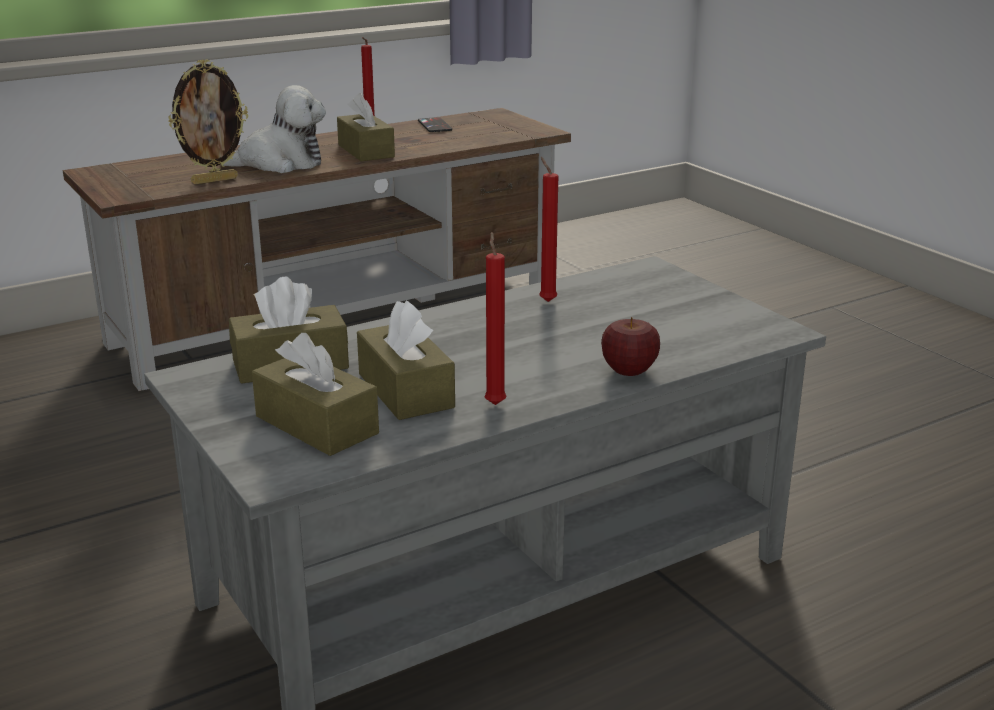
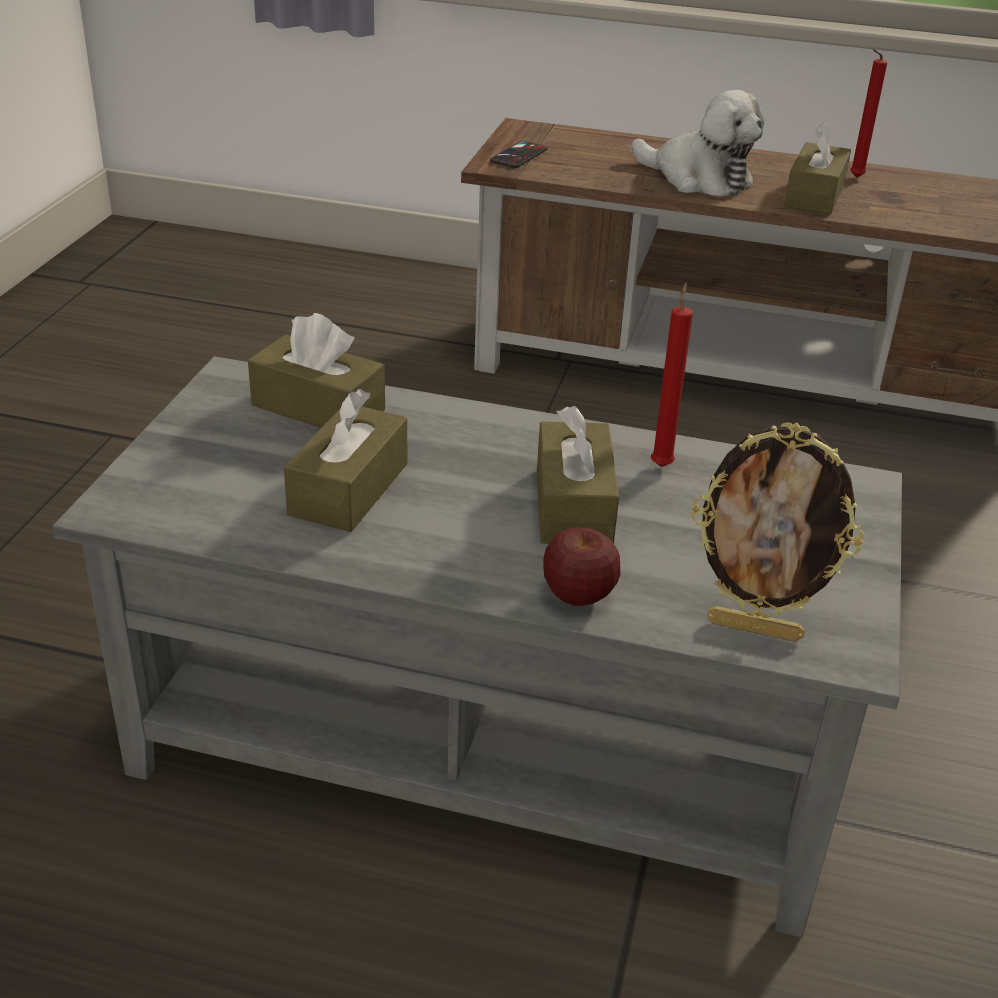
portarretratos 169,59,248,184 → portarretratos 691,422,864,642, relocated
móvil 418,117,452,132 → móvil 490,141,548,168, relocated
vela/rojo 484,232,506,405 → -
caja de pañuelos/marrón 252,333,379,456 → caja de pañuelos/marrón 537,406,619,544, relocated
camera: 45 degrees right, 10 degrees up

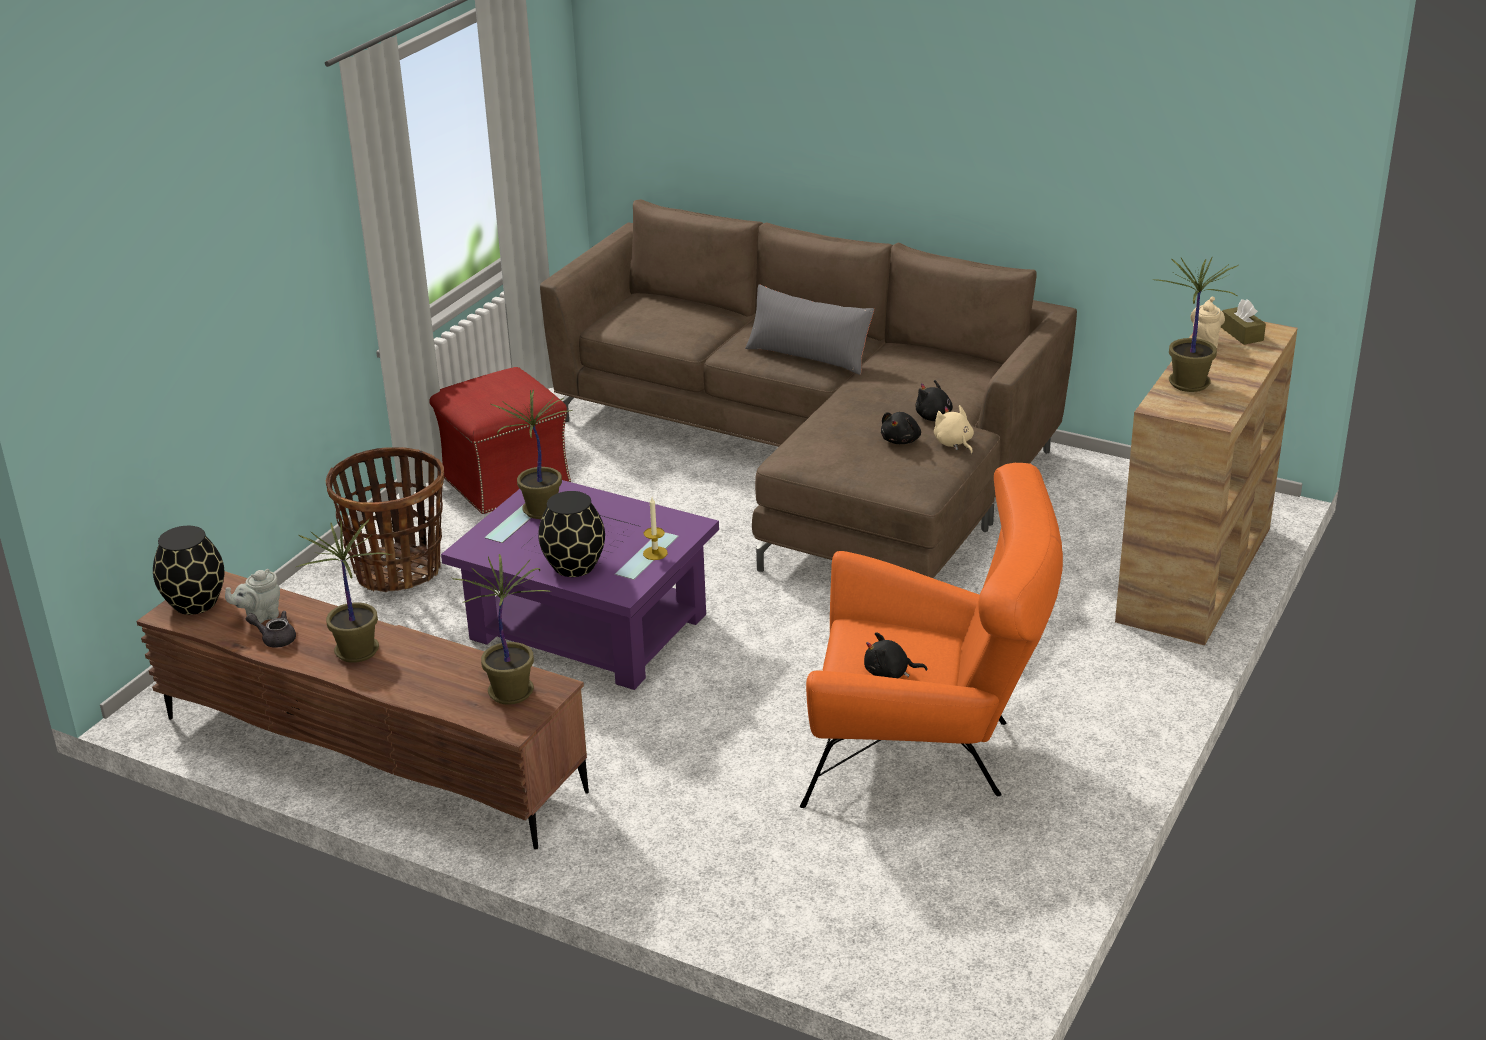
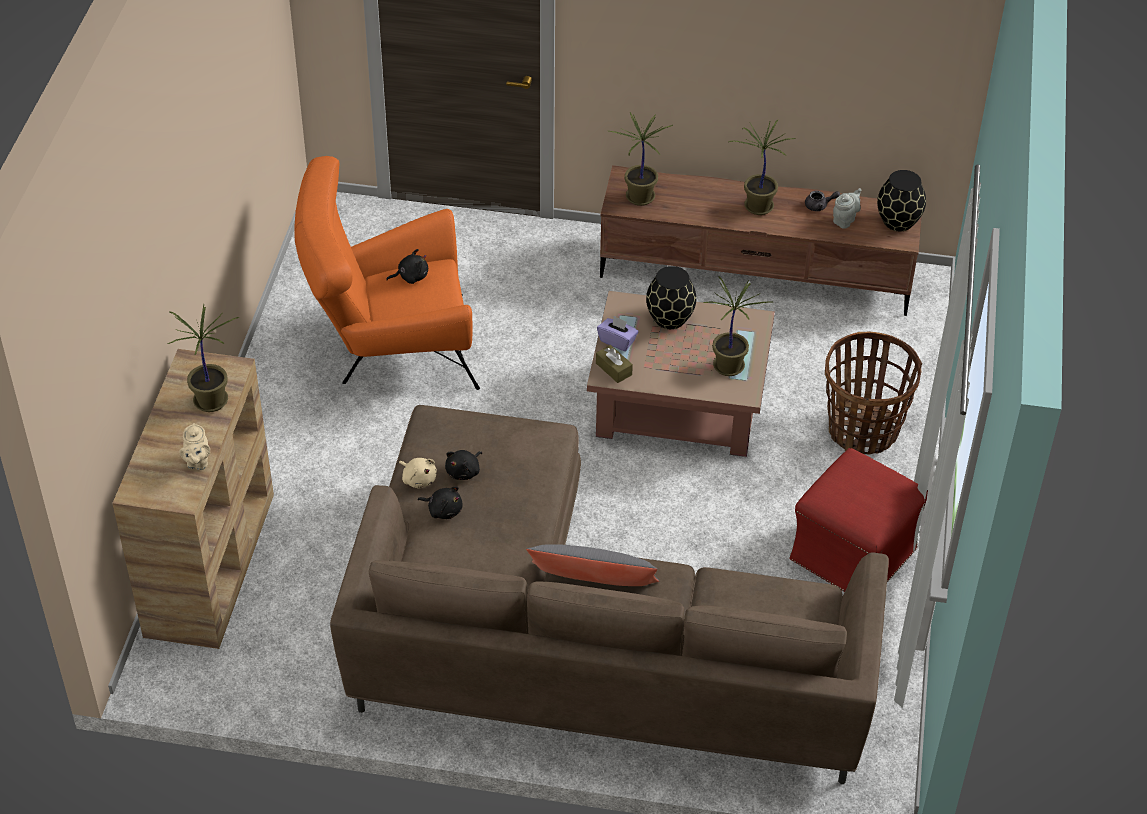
caja de pañuelos/marrón 1221,299,1266,345 → caja de pañuelos/marrón 596,345,633,383, relocated
peluche/negro 881,412,921,444 → peluche/negro 445,450,482,480, 150 degrees counterclockwise
mesa de centro/morado 441,480,719,690 → mesa de centro/marrón 587,291,775,457
vela 643,497,668,560 → caja de pañuelos/morado 597,316,638,351
camera: 160 degrees right, 15 degrees up

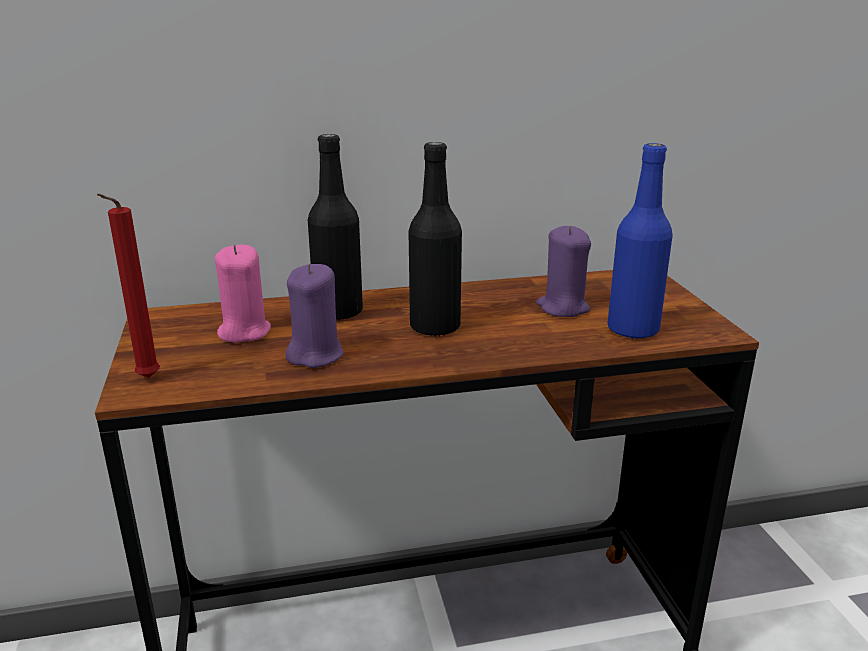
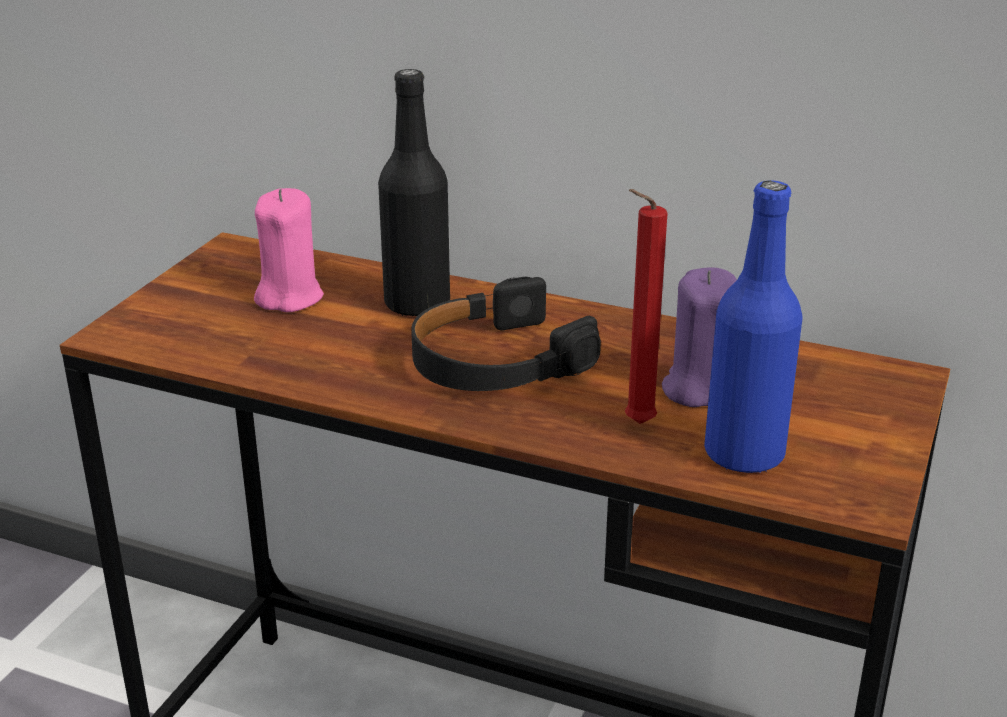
botella/negro 408,142,462,337 → auriculares/negro 411,277,601,391
vela/rojo 97,194,160,378 → vela/rojo 625,189,668,424, relocated
vela/morado 285,264,344,368 → -
camera: 35 degrees right, 5 degrees up

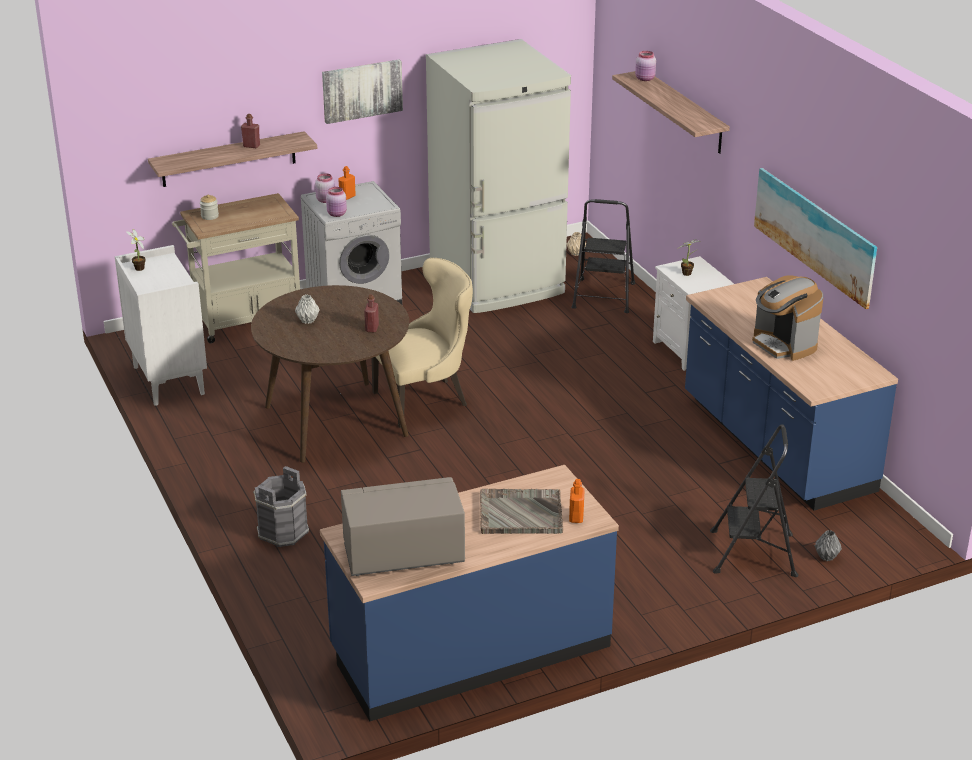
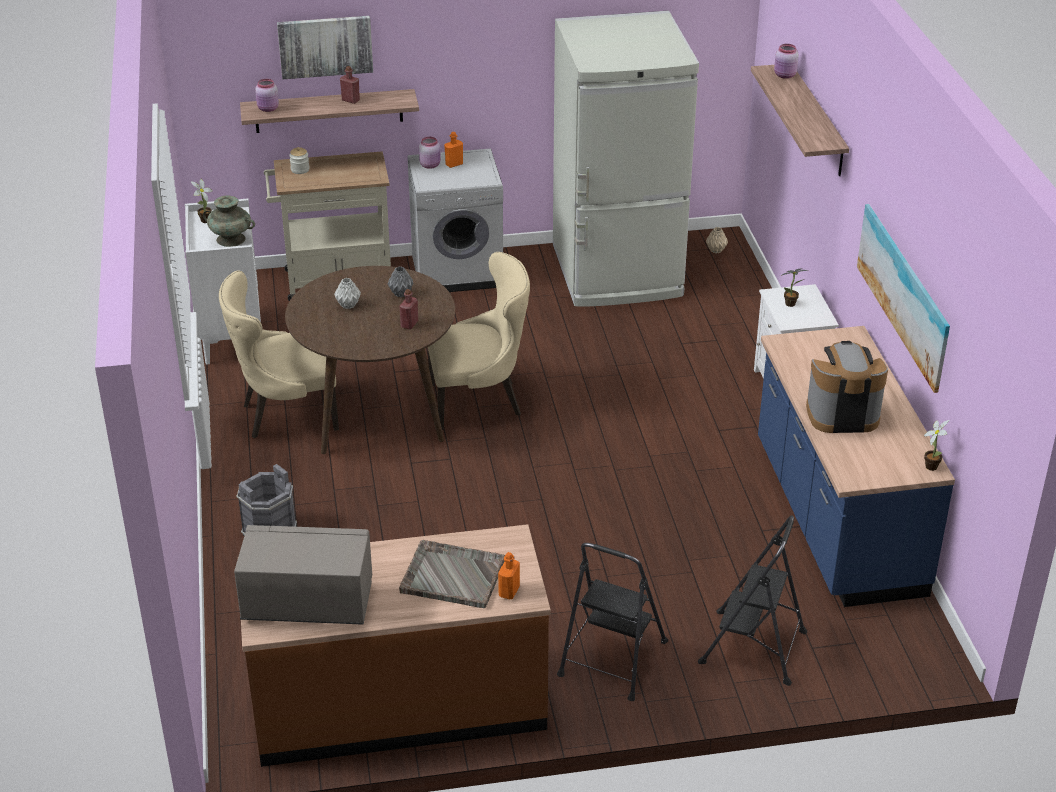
cuadro 322,59,403,124 → cuadro 277,16,373,79, relocated
tarro/rosa 326,187,347,217 → tarro/rosa 255,79,279,112, relocated
escalera de tijera/negro 571,199,636,313 → escalera de tijera/negro 557,543,668,701, relocated
cafetera 752,275,824,361 → cafetera 806,341,888,433, 105 degrees clockwise
mueble bajo de cocina/azul 320,465,619,721 → mueble bajo de cocina/marrón 241,524,551,767
florero/gris 815,530,842,561 → florero/gris 388,267,414,297, relocated
- → florero/turquesa 203,195,255,247
- → silla/beis 219,270,339,438
- → planta en maceta 924,420,950,471
camera: 15 degrees right, 5 degrees up

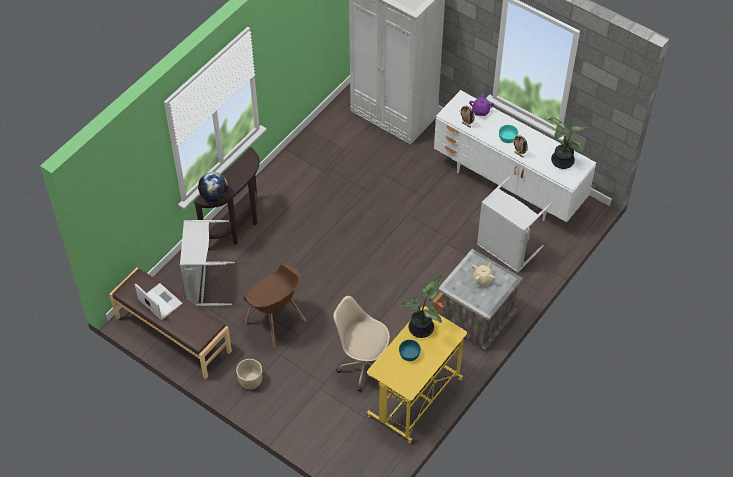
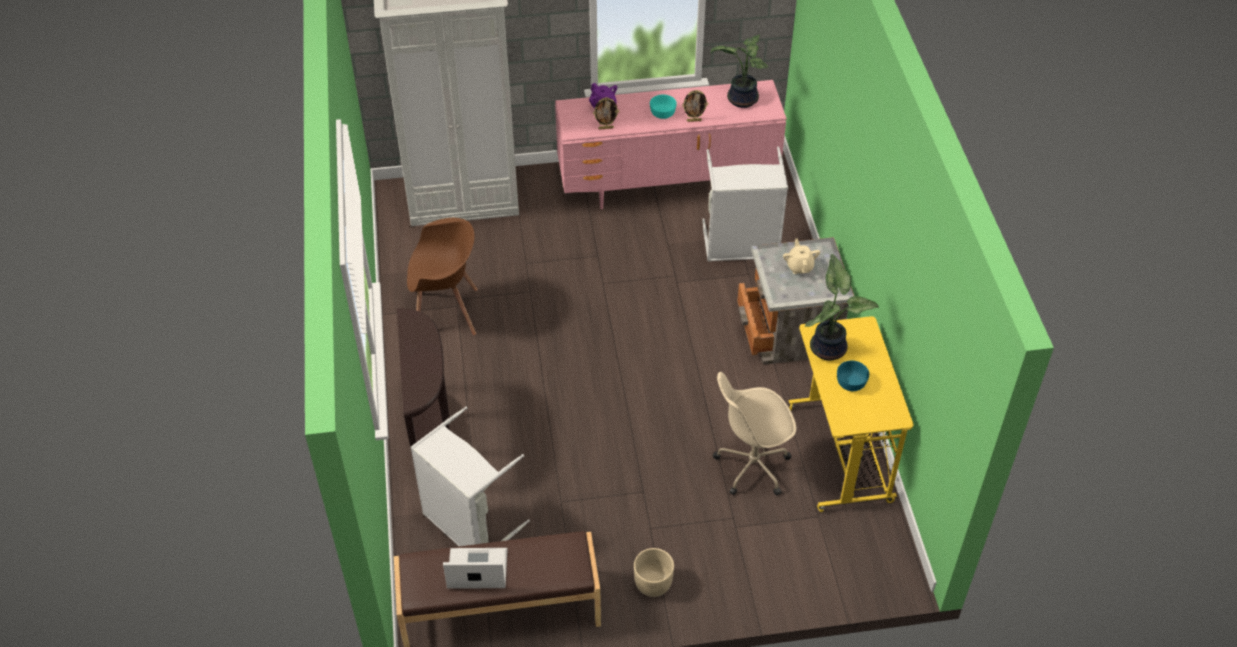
cómoda/blanco 434,90,596,222 → cómoda/rosa 555,80,787,209
globo terráqueo 198,172,228,202 → -
silla/marrón 243,264,306,348 → silla/marrón 407,218,478,335, relocated
camera: 45 degrees left, 5 degrees down

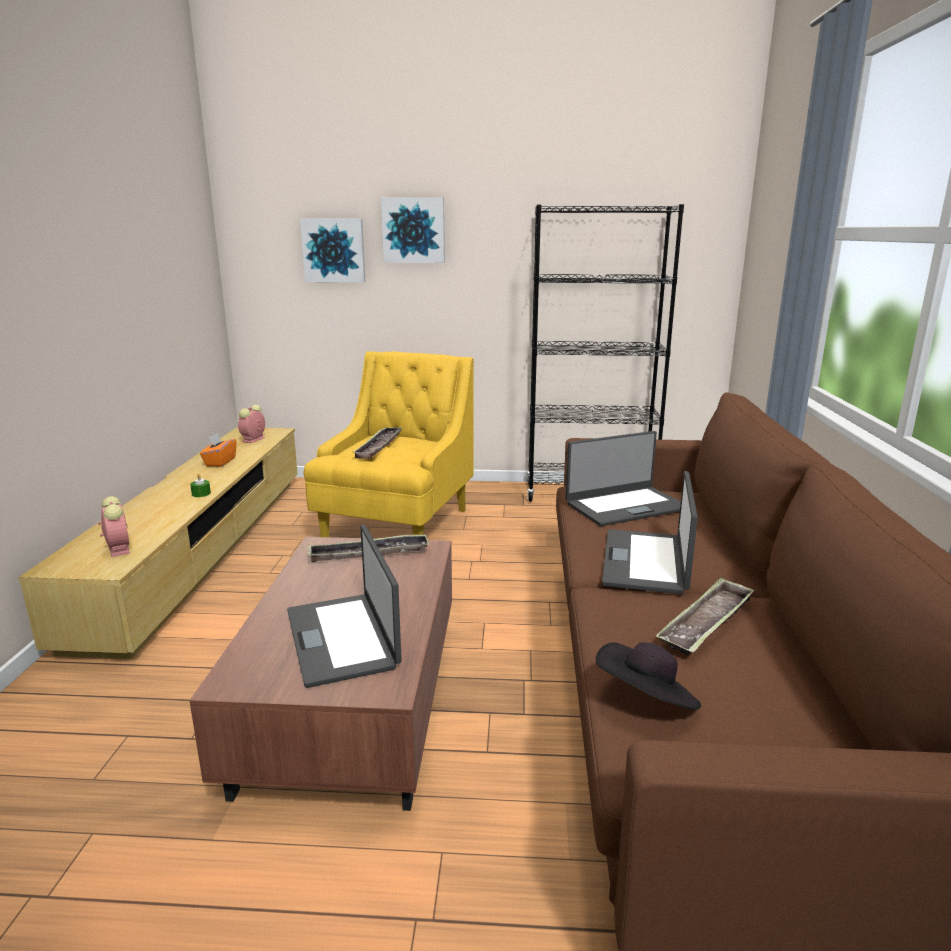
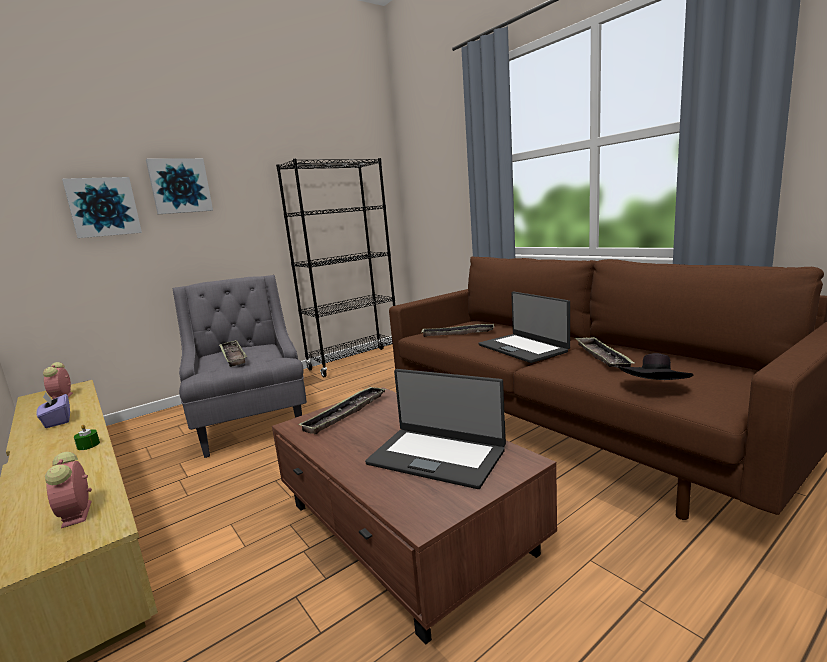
sillón/amarillo 304,351,474,537 → sillón/gris 173,275,307,458
portátil 566,431,681,526 → bandeja 421,324,494,337
caja de pañuelos/naranja 200,433,236,467 → caja de pañuelos/morado 36,392,70,428
despertador 98,496,130,557 → despertador 45,452,92,528, 135 degrees counterclockwise
camera: 40 degrees left, 5 degrees down

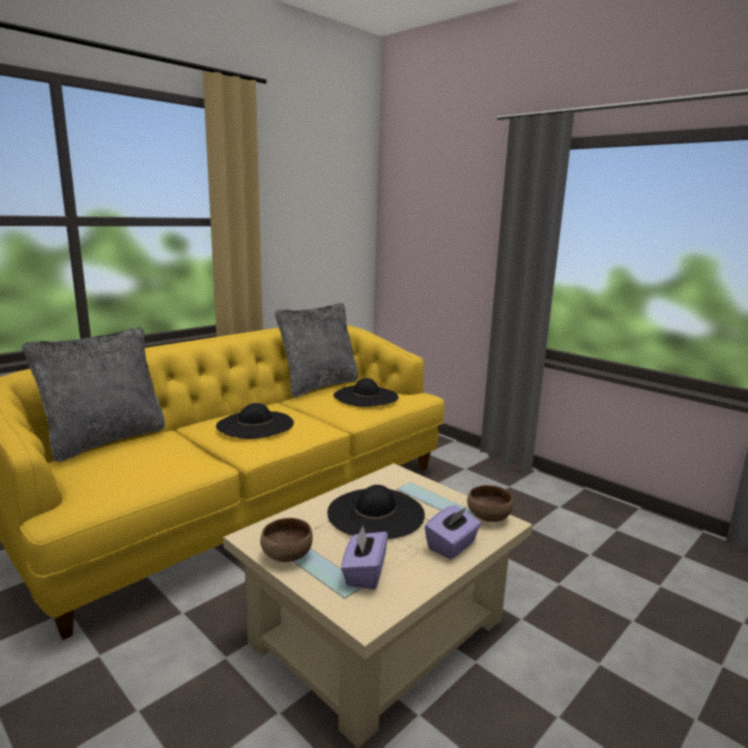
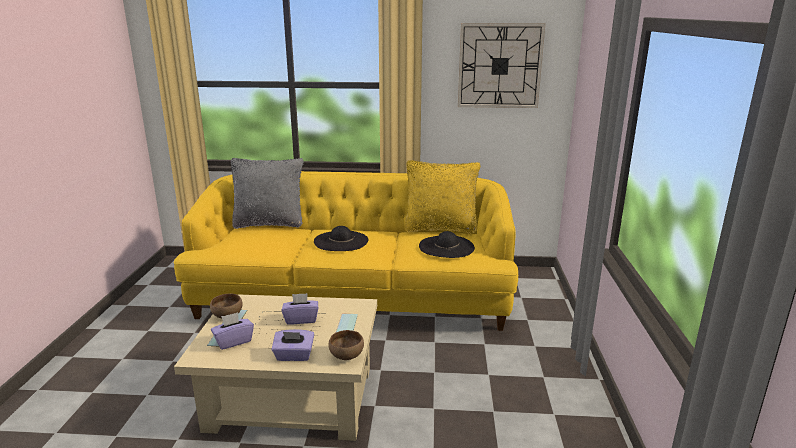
cojín/gris 275,303,358,398 → cojín/amarillo 405,160,481,233
sombrero/negro 327,485,425,539 → caja de pañuelos/morado 282,293,318,325
- → reloj de pared 458,23,546,108
camera: 50 degrees right, 5 degrees up

